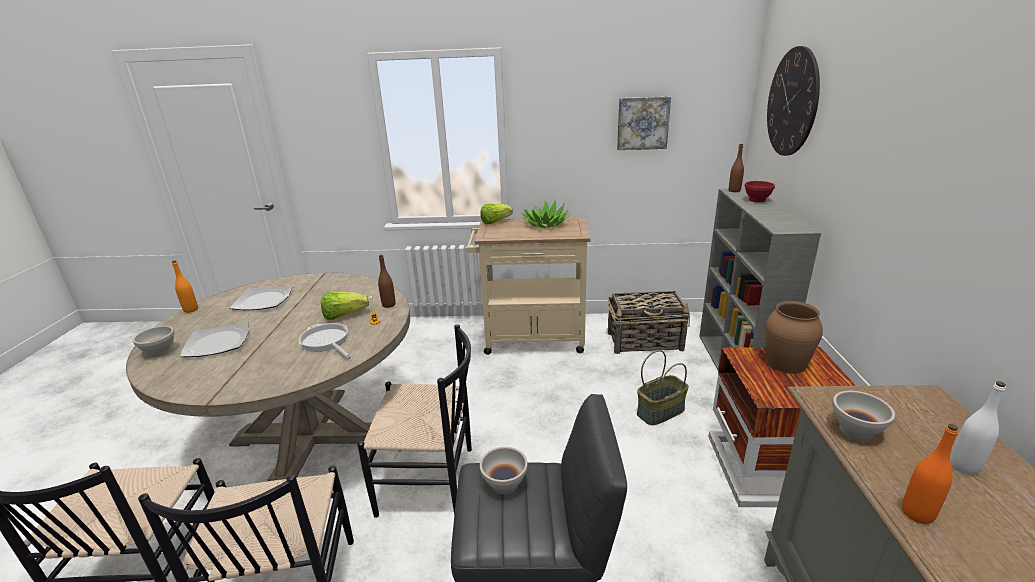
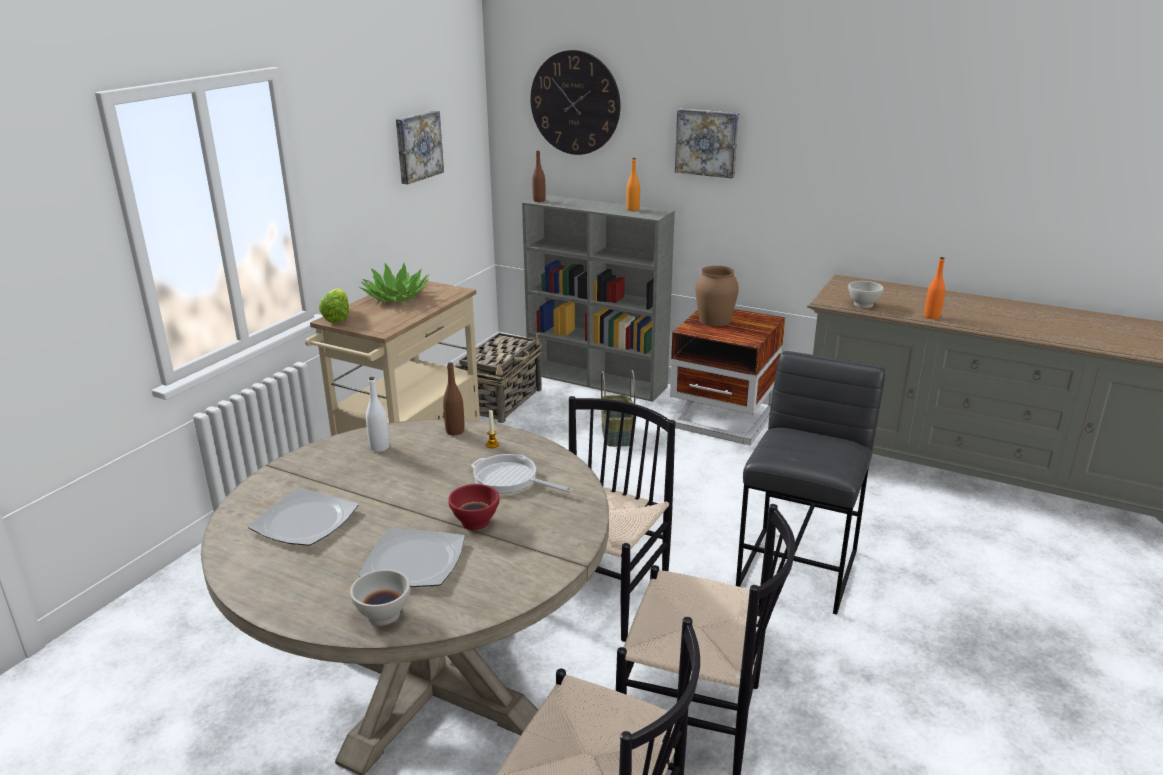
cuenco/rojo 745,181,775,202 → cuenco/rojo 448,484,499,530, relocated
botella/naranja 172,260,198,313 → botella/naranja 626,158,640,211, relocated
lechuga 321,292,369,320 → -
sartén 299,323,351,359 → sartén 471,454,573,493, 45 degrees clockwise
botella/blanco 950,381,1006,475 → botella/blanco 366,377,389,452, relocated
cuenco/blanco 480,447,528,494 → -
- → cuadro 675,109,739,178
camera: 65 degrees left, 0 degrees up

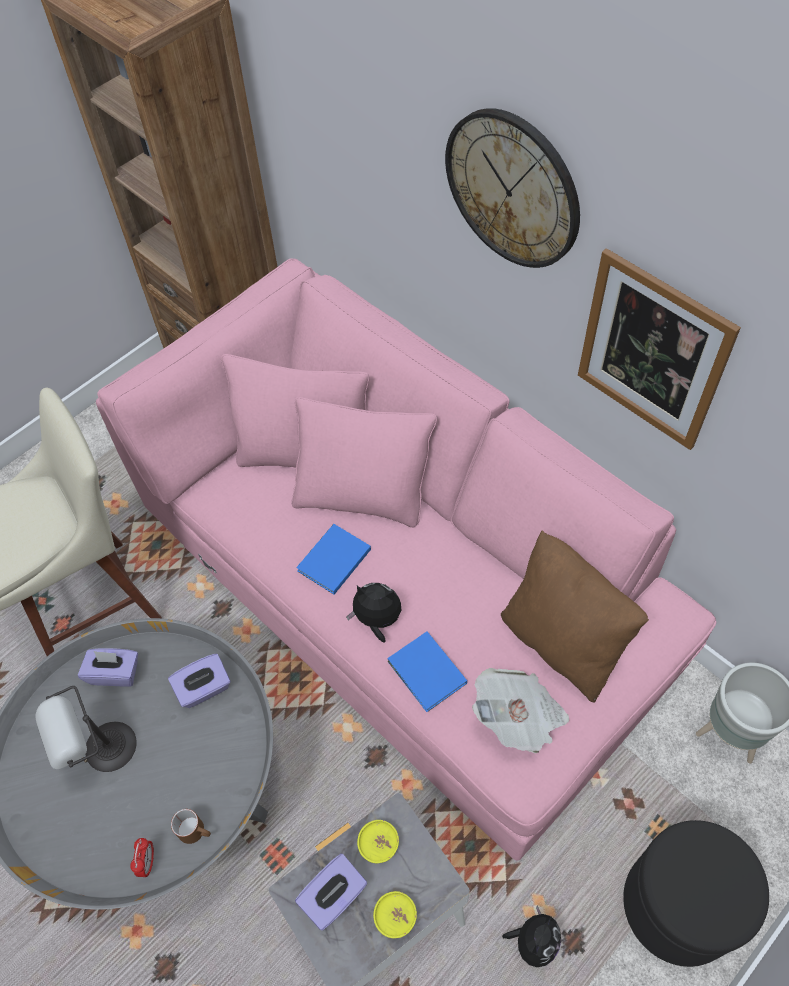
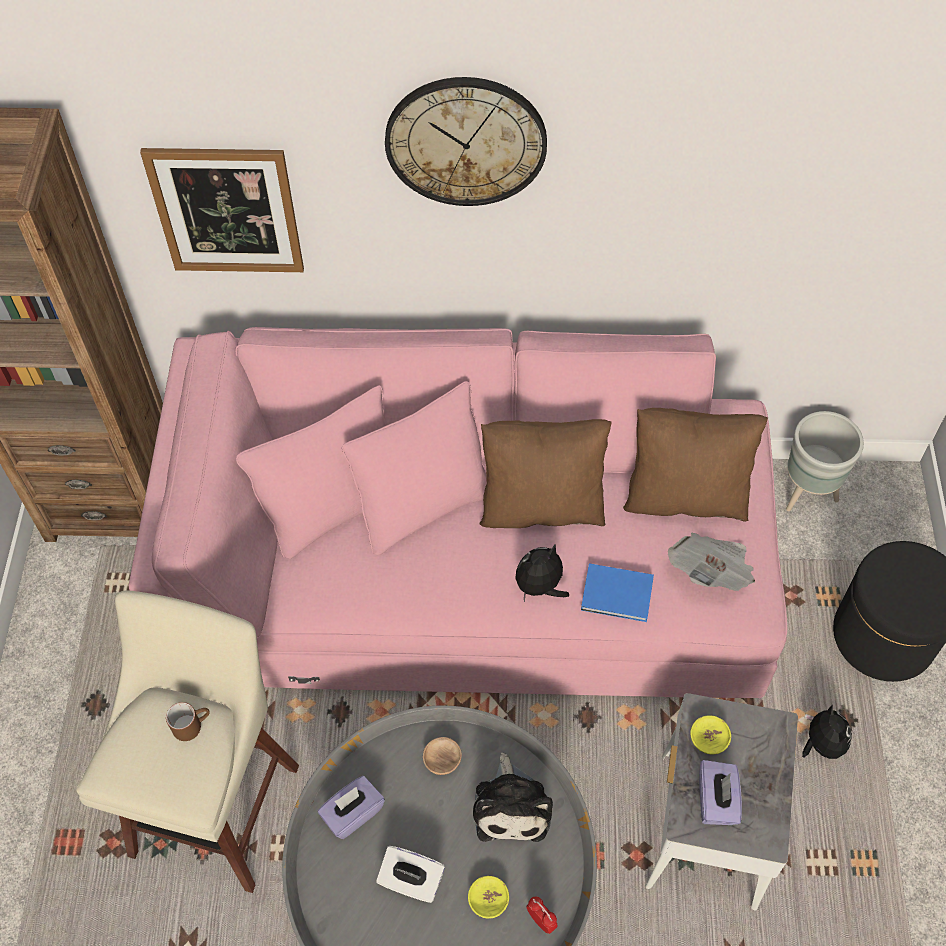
cuadro 578,248,741,450 → cuadro 140,148,304,272, relocated
libro/azul 296,524,371,595 → -
caja de pañuelos/morado 168,653,230,708 → cuenco/marrón 423,737,462,775
lámpara de mesa 35,686,137,772 → caja de pañuelos/blanco 376,846,445,903
taza grande/marrón 171,809,211,844 → taza grande/marrón 166,702,210,741, relocated
cuenco/amarillo 373,891,417,938 → cuenco/amarillo 468,876,509,919, relocated
- → cojín/marrón 479,419,612,528
- → peluche 473,753,553,842
camera: 45 degrees left, 0 degrees up

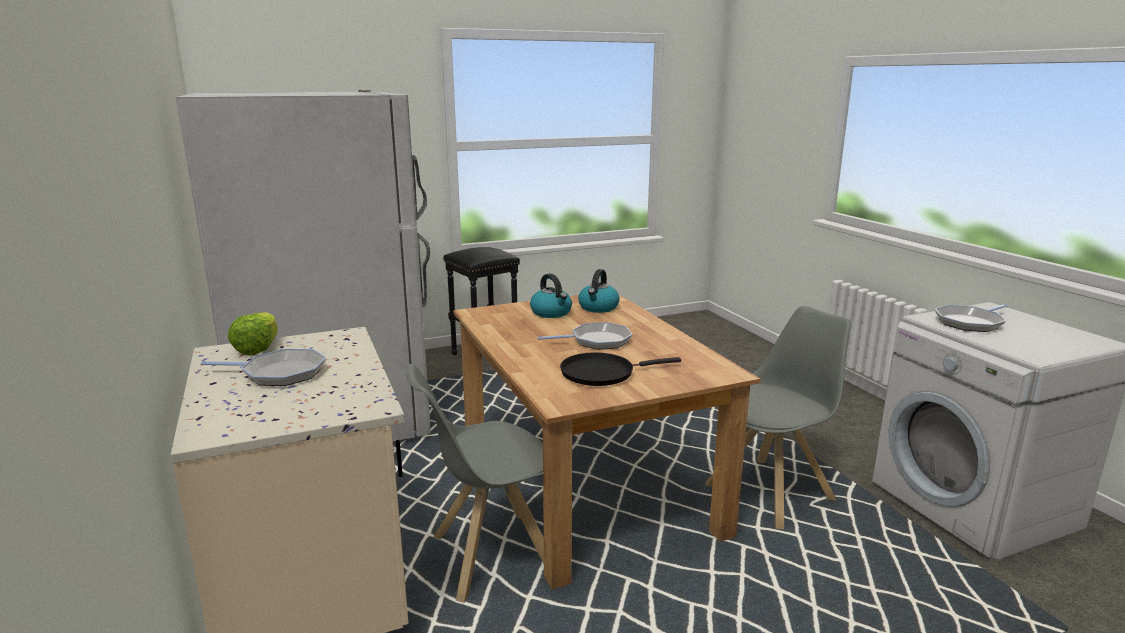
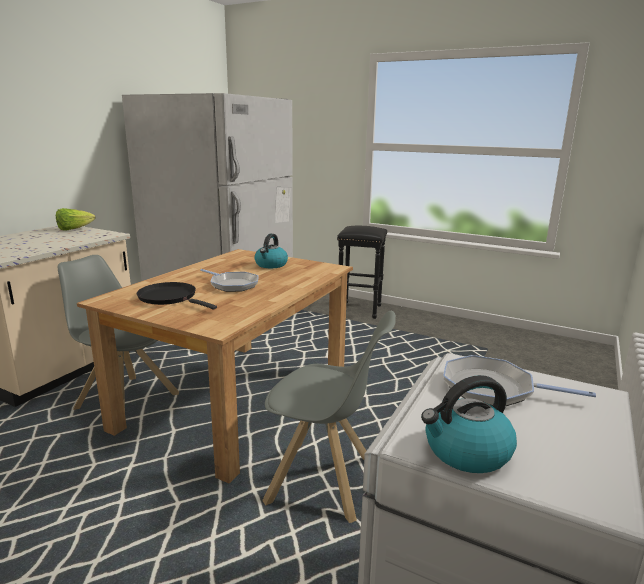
hervidor 578,269,620,313 → hervidor 421,375,517,473, relocated
sartén 200,349,326,386 → -
camera: 50 degrees right, 0 degrees up

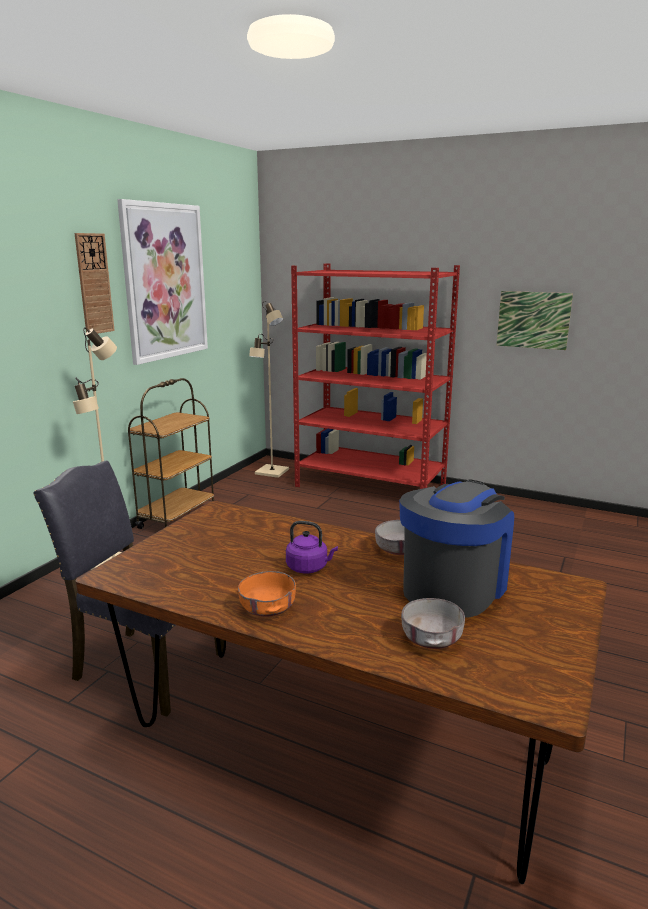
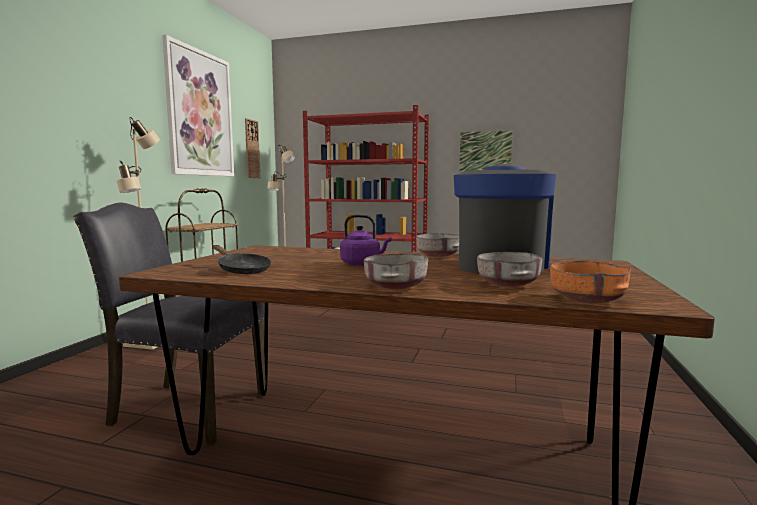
reloj de pared 75,233,115,334 → reloj de pared 245,118,260,178, relocated
cuenco/naranja 238,571,296,617 → cuenco/naranja 550,261,631,303, relocated
- → sartén/negro 213,245,271,274
- → cuenco/gris 364,253,428,290
camera: 10 degrees left, 10 degrees down

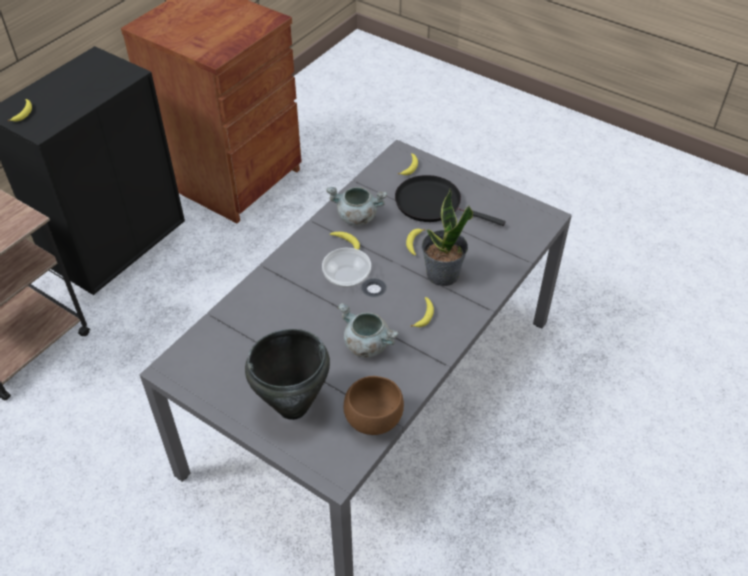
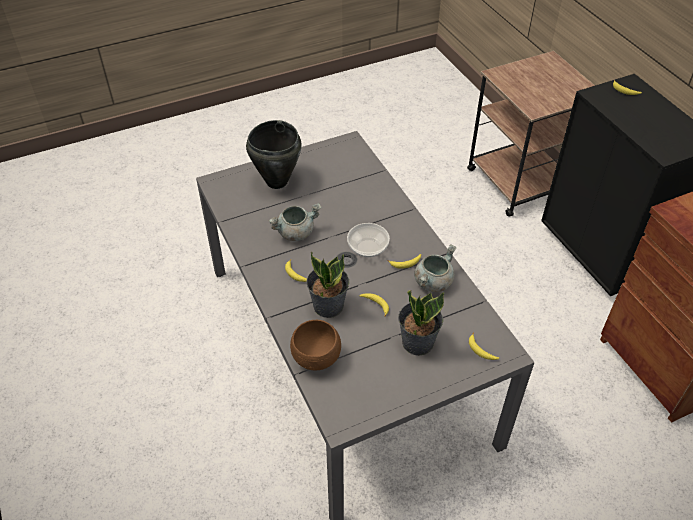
sartén/negro 395,175,506,226 → planta en maceta 398,290,445,356
cuenco/marrón 344,376,404,435 → cuenco/marrón 290,320,341,370, relocated
camera: 120 degrees right, 0 degrees up

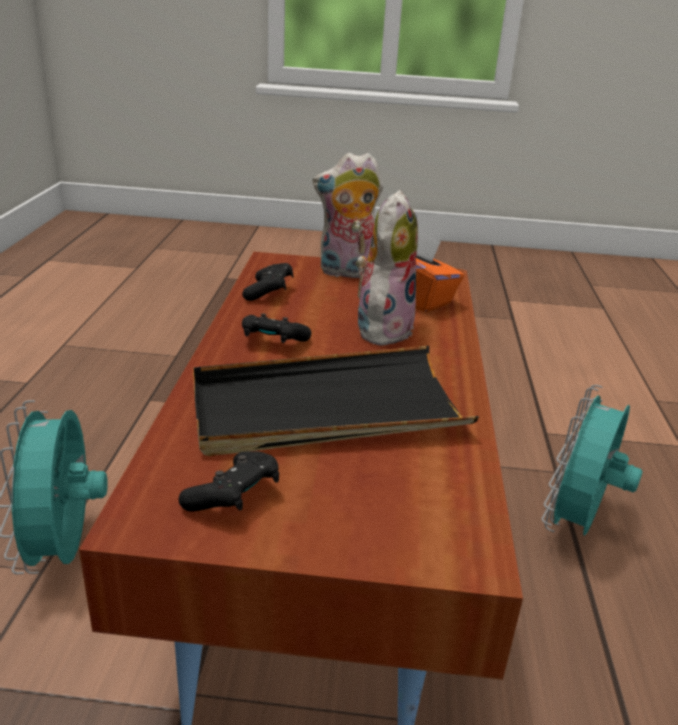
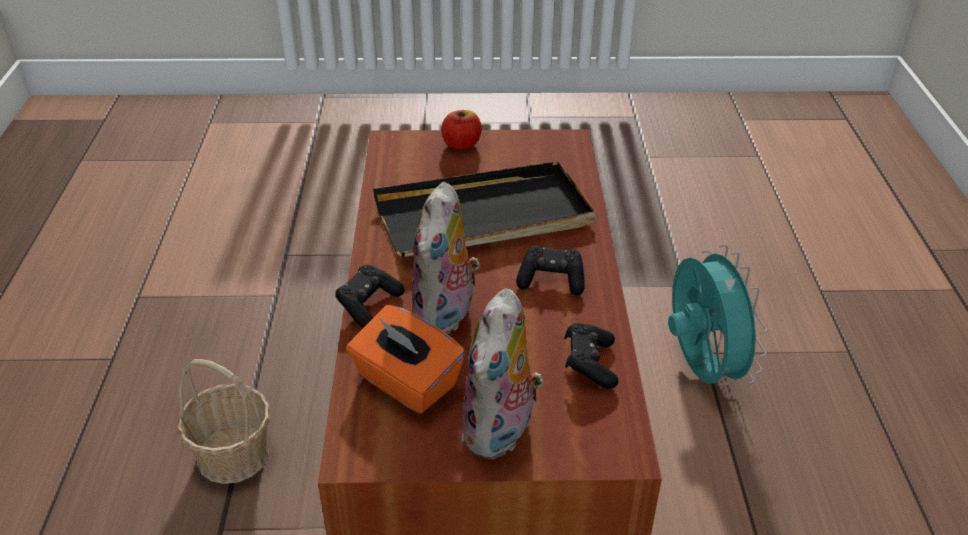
peluche 313,153,384,278 → peluche 461,288,543,459, 120 degrees clockwise
ventilador/turquesa 542,385,643,536 → cesta 177,359,270,484
mando de consola/negro 179,451,279,511 → mando de consola/negro 335,265,405,328, relocated
- → manzana 441,110,482,150
camera: 175 degrees right, 10 degrees up

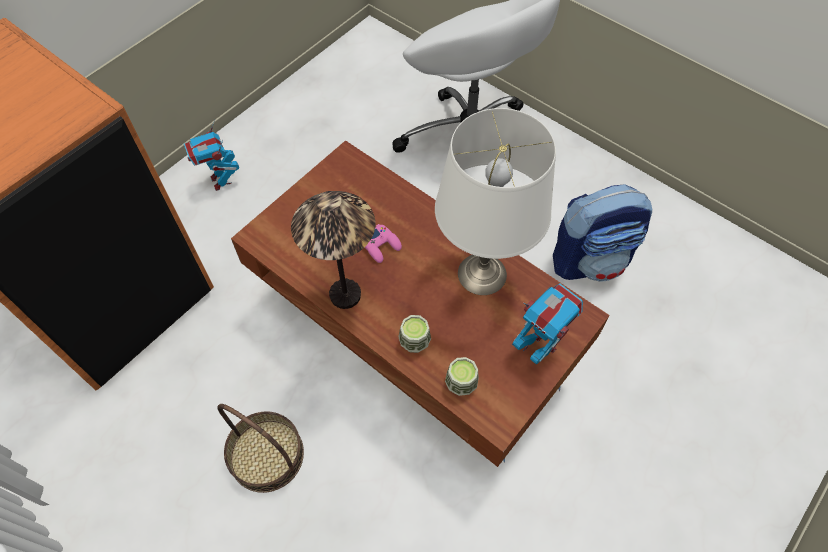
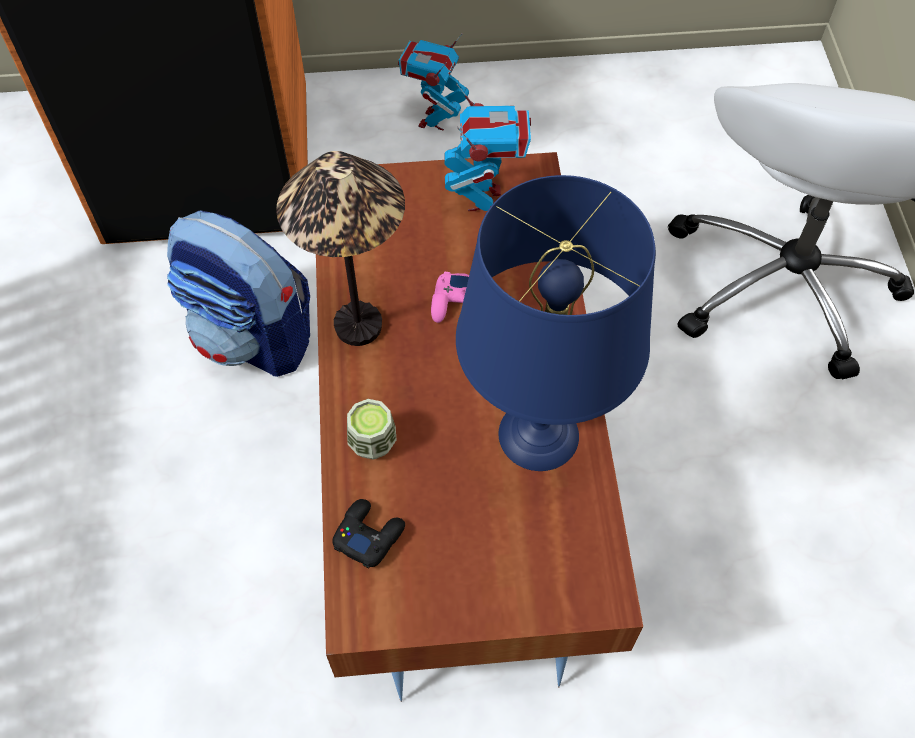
lámpara de mesa/blanco 435,108,556,295 → lámpara de mesa/azul 456,175,656,471
mochila 553,184,652,282 → mochila 167,210,310,377, relocated
robot de juguete 512,283,583,364 → robot de juguete 444,84,531,211, relocated
taza 445,357,479,396 → mando de consola/negro 332,499,405,568
cesta 217,404,304,493 → -
camera: 45 degrees right, 0 degrees up

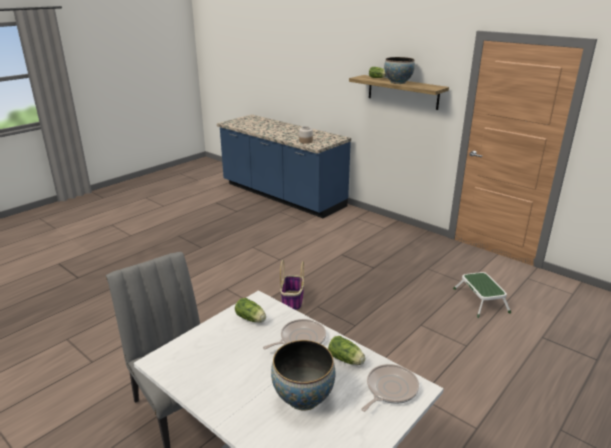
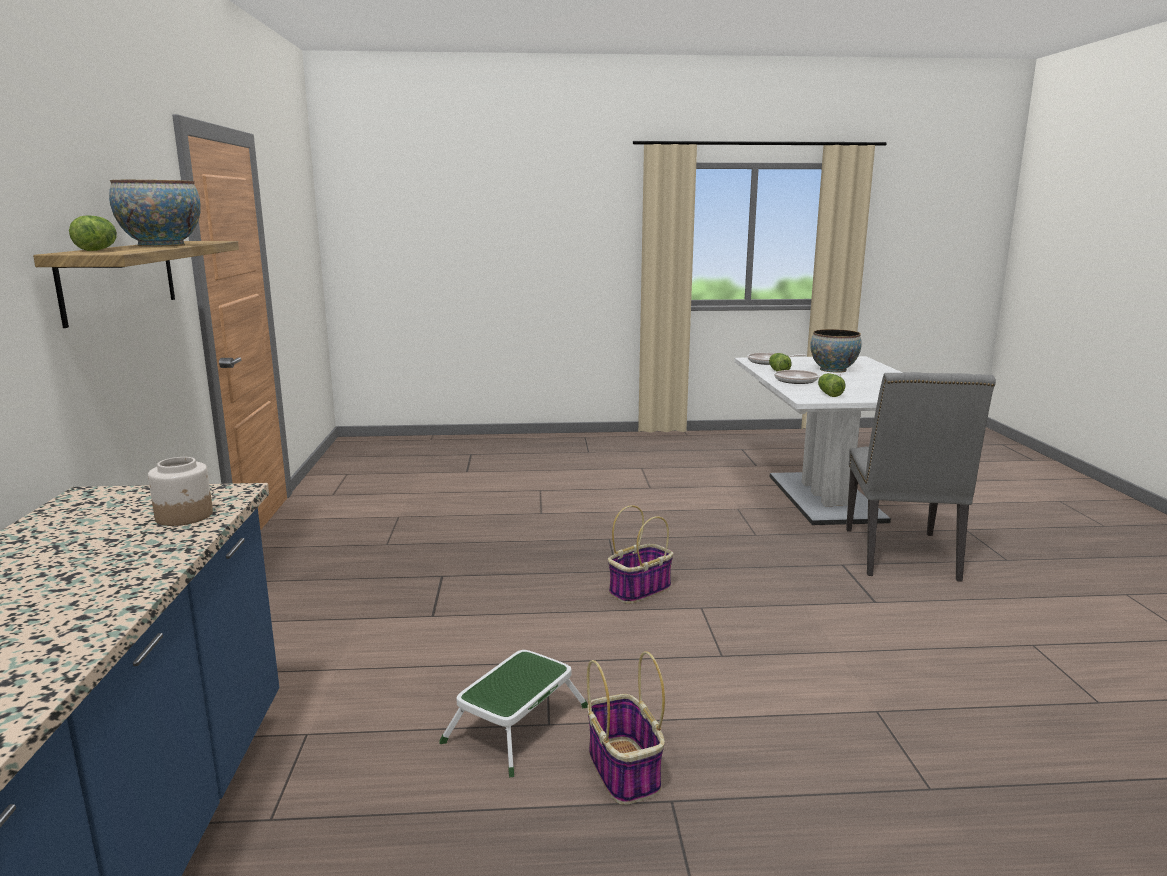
escalera de tijera/verde 453,272,511,318 → escalera de tijera/verde 439,650,588,777, relocated
- → cesta 587,651,665,805
camera: 135 degrees left, 10 degrees down

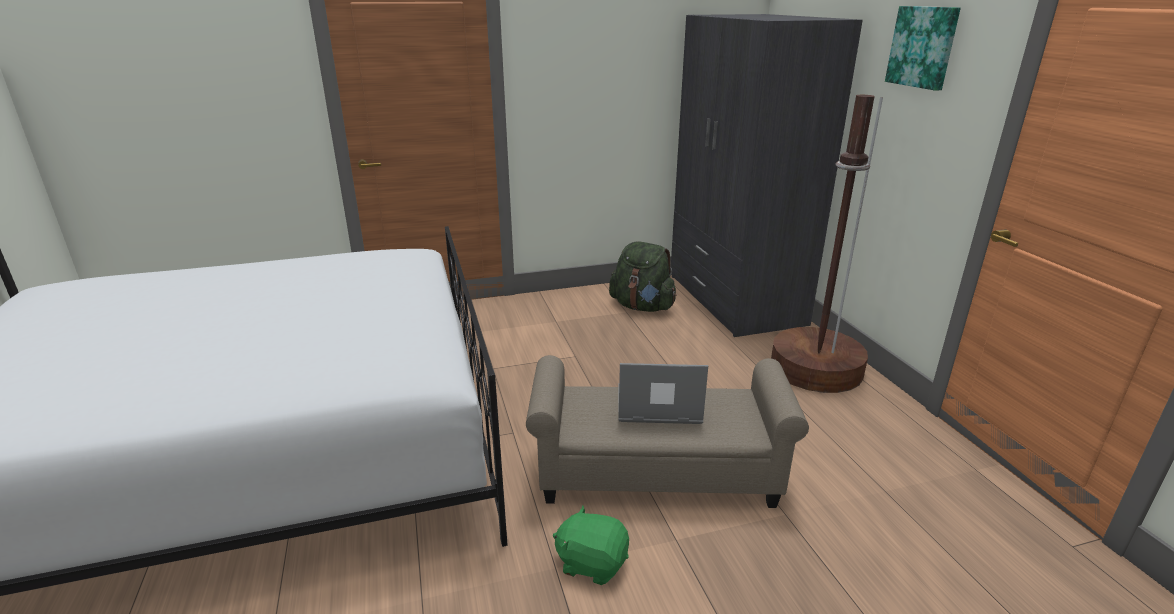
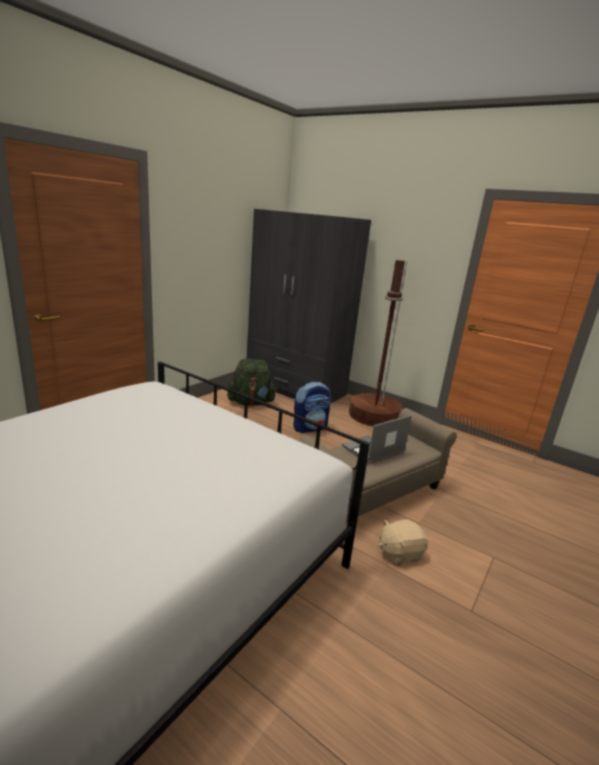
cuadro 885,6,961,91 → -
peluche/verde 553,505,629,585 → peluche/beis 378,519,428,566
- → mochila 293,382,331,433
camera: 40 degrees left, 5 degrees down

